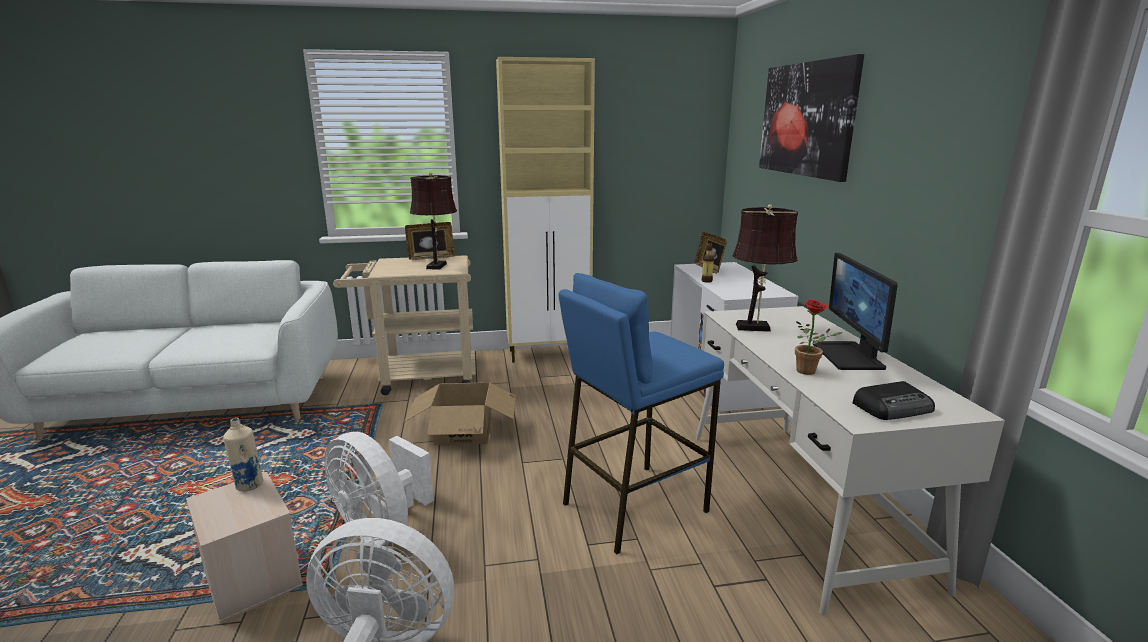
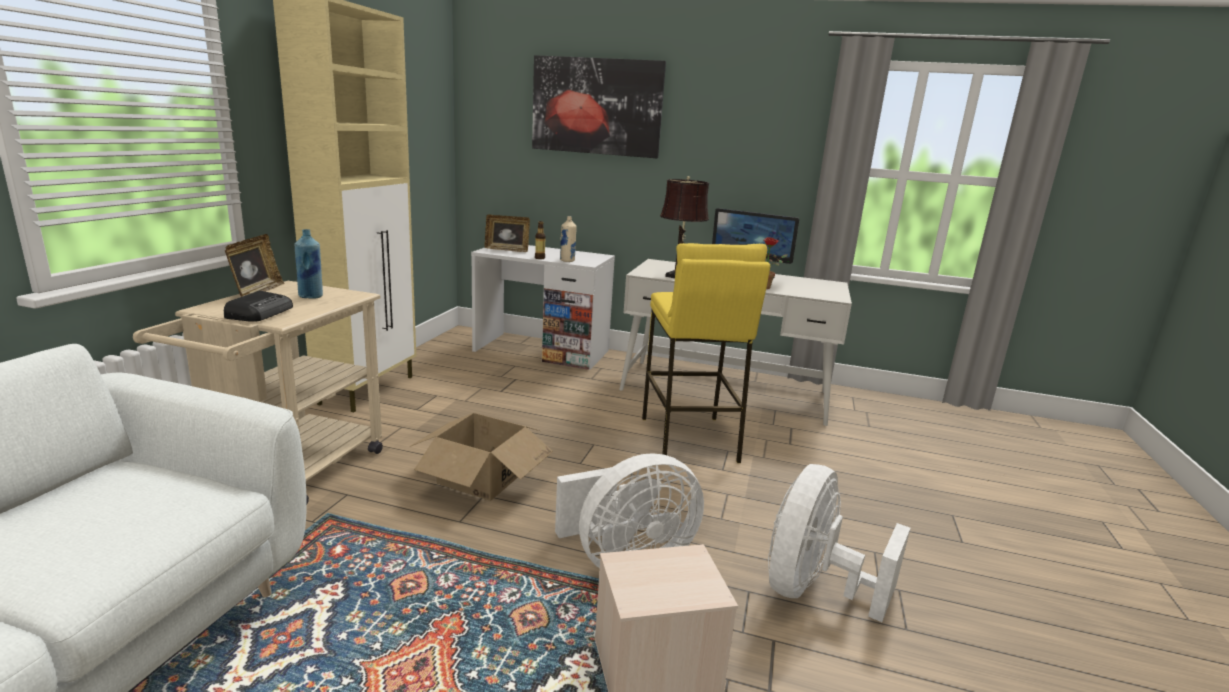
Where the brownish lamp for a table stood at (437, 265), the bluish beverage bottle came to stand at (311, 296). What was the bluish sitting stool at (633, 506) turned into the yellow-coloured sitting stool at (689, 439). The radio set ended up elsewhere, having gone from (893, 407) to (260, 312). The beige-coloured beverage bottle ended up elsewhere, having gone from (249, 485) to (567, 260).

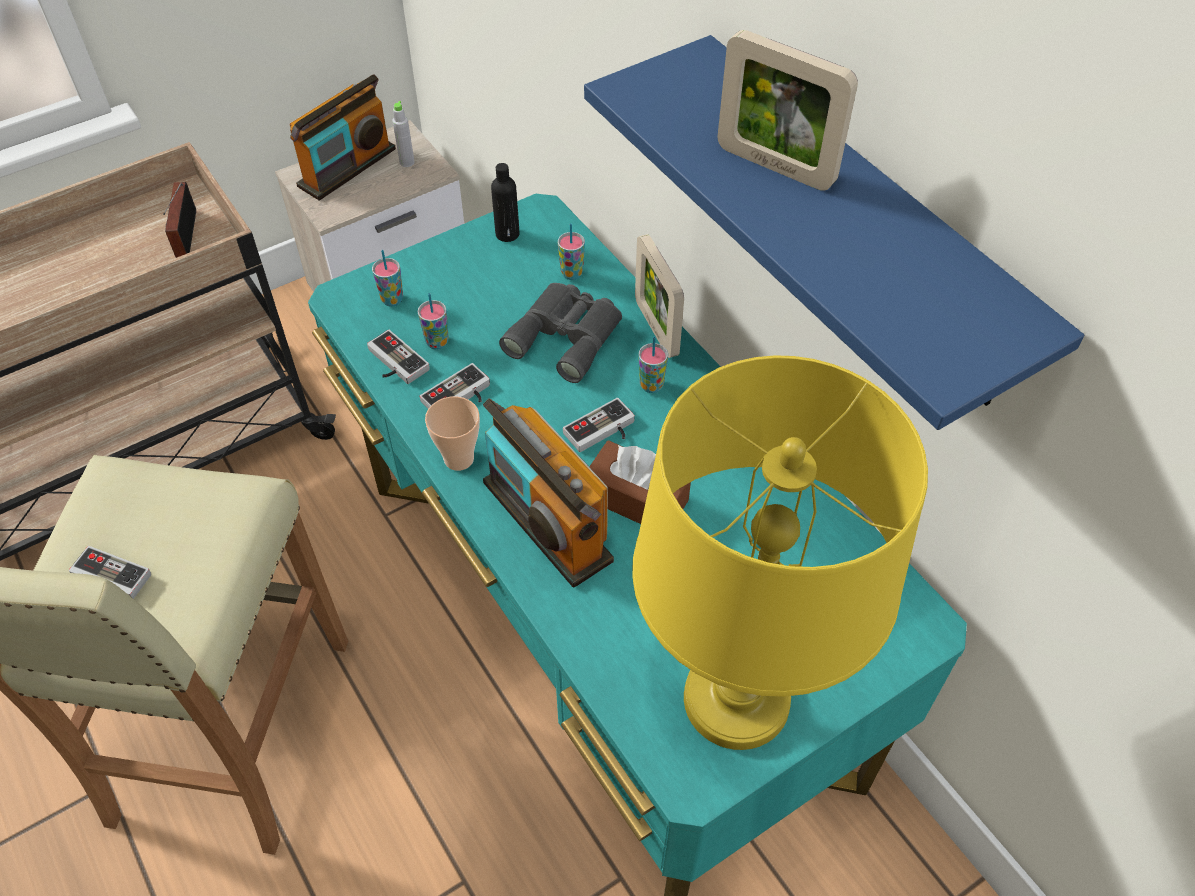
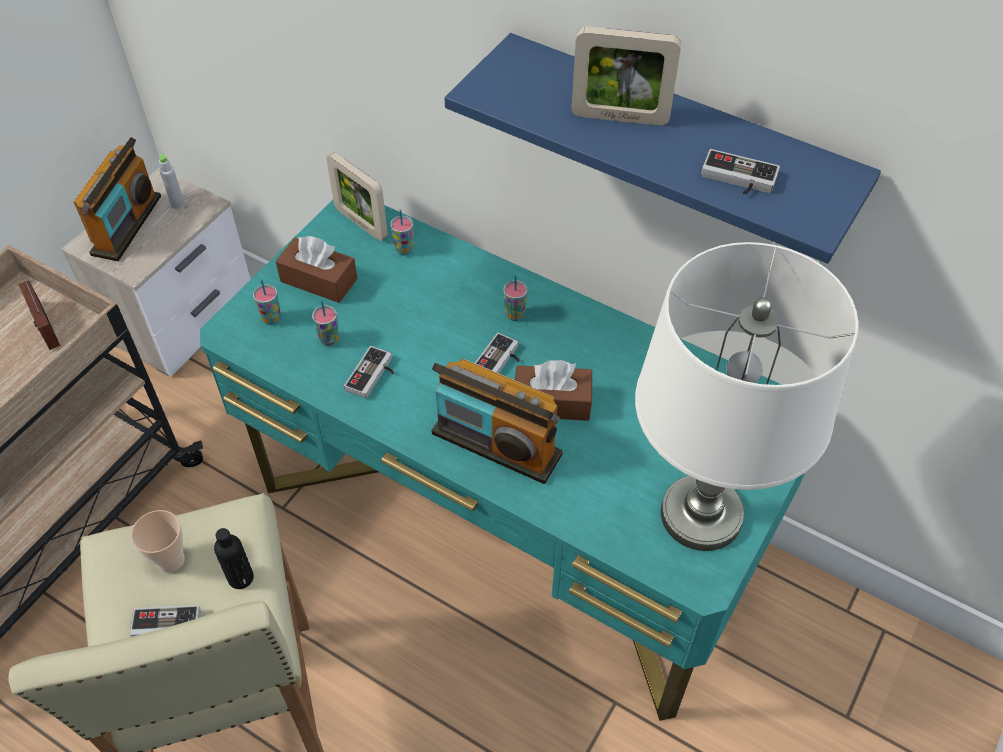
The black-coloured beverage bottle ended up elsewhere, having gone from (507, 234) to (241, 578). The standing frame ended up elsewhere, having gone from (656, 328) to (361, 223). The second view lost the gray pair of binoculars at (567, 335). The game controller ended up elsewhere, having gone from (393, 363) to (737, 180). What was the yellow-coloured lamp for a table at (736, 698) turned into the whitish lamp for a table at (700, 514). The small cup ended up elsewhere, having gone from (459, 459) to (171, 560). The second view gained the brownish box of tissues at (319, 280).

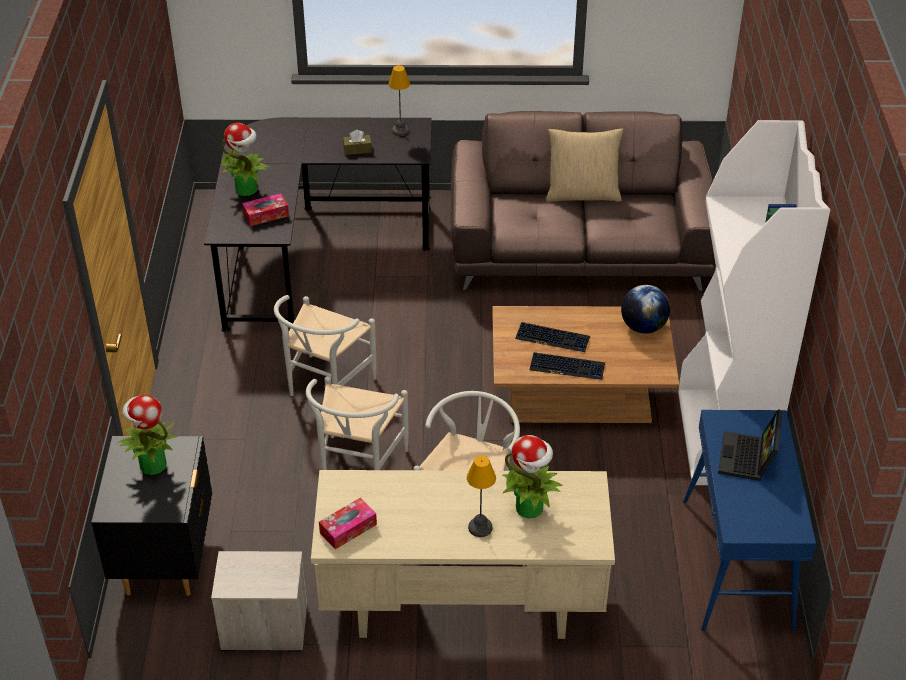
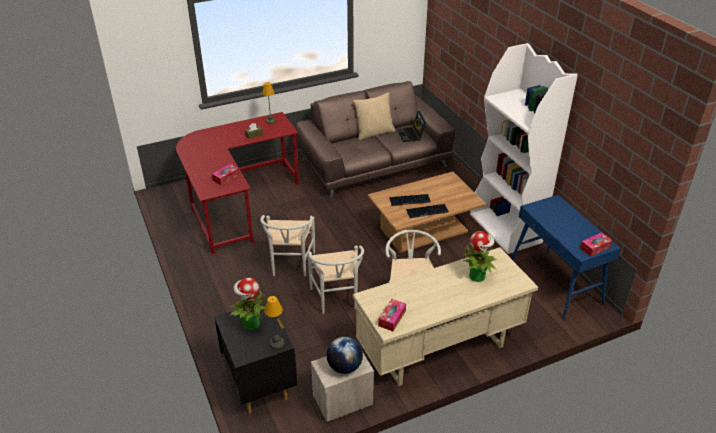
What was the black-coloured desk unit at (310, 252) turned into the red-coloured desk unit at (235, 202). The second view lost the houseplant at (247, 189). The globe ended up elsewhere, having gone from (643, 327) to (344, 367). The portable computer ended up elsewhere, having gone from (748, 459) to (412, 135). The lamp for a table ended up elsewhere, having gone from (480, 527) to (276, 343). The second view gained the box of tissues at (595, 248).

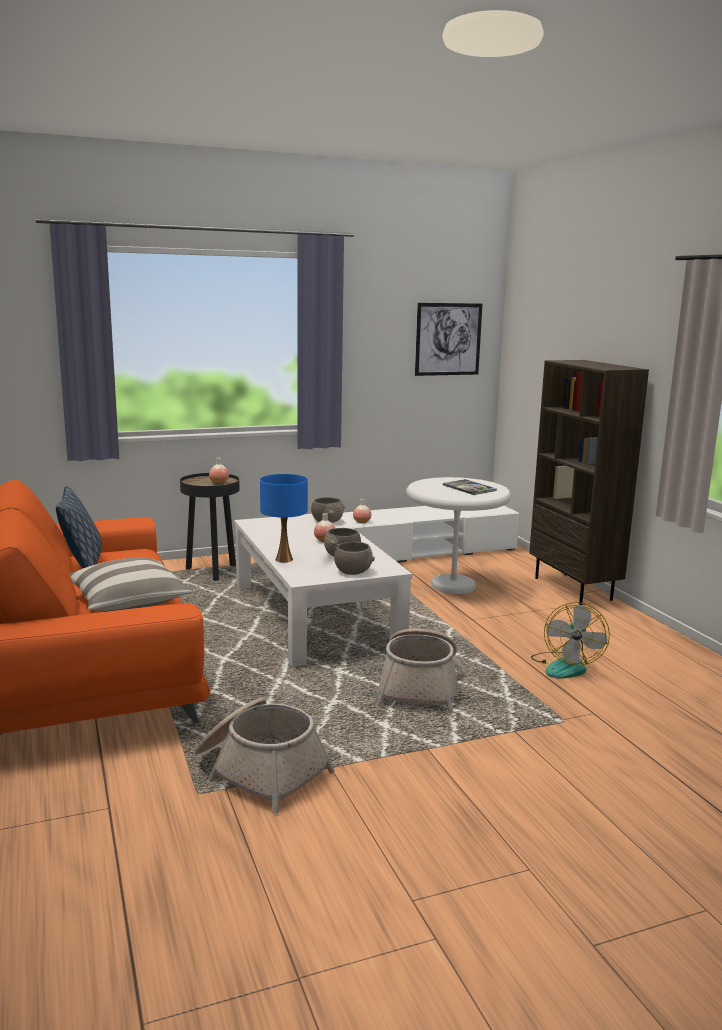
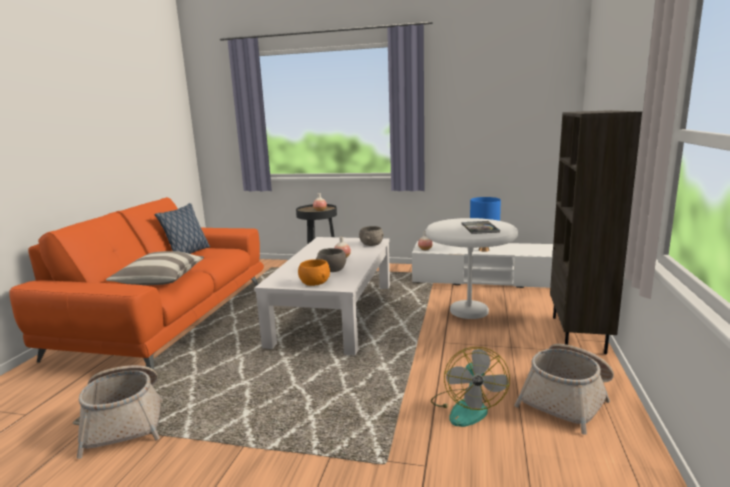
The second view lost the wall picture at (448, 339). The bluish lamp for a table ended up elsewhere, having gone from (284, 559) to (484, 250). What was the gray serving bowl at (353, 571) turned into the orange-coloured serving bowl at (315, 283). The electric fan at (566, 666) ended up facing another way, 45 degrees counterclockwise from before. The household basket ended up elsewhere, having gone from (419, 687) to (567, 399).

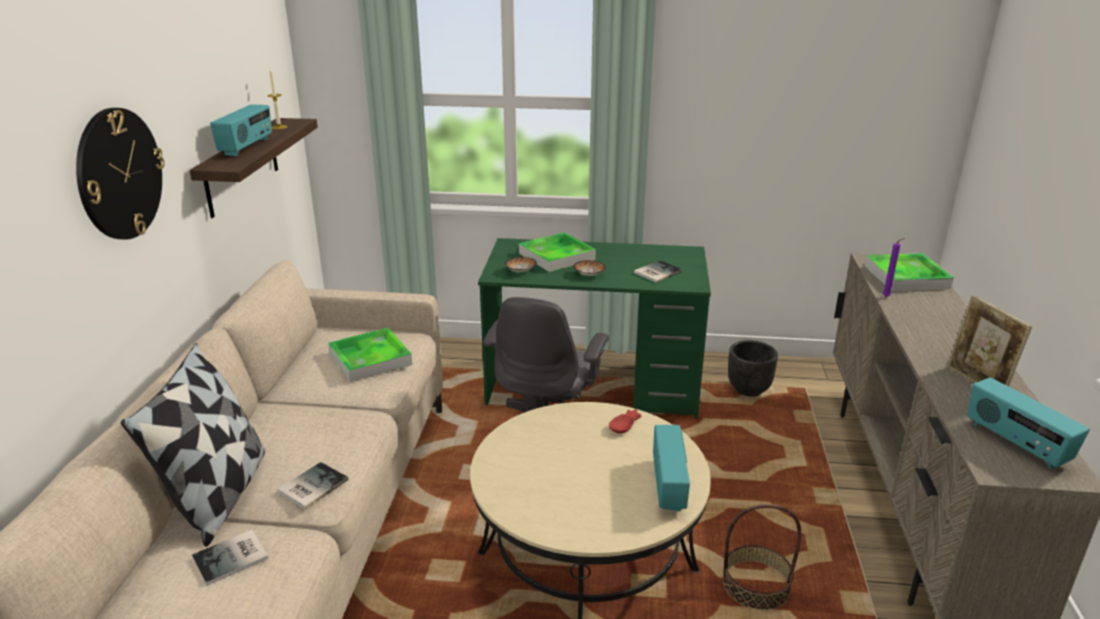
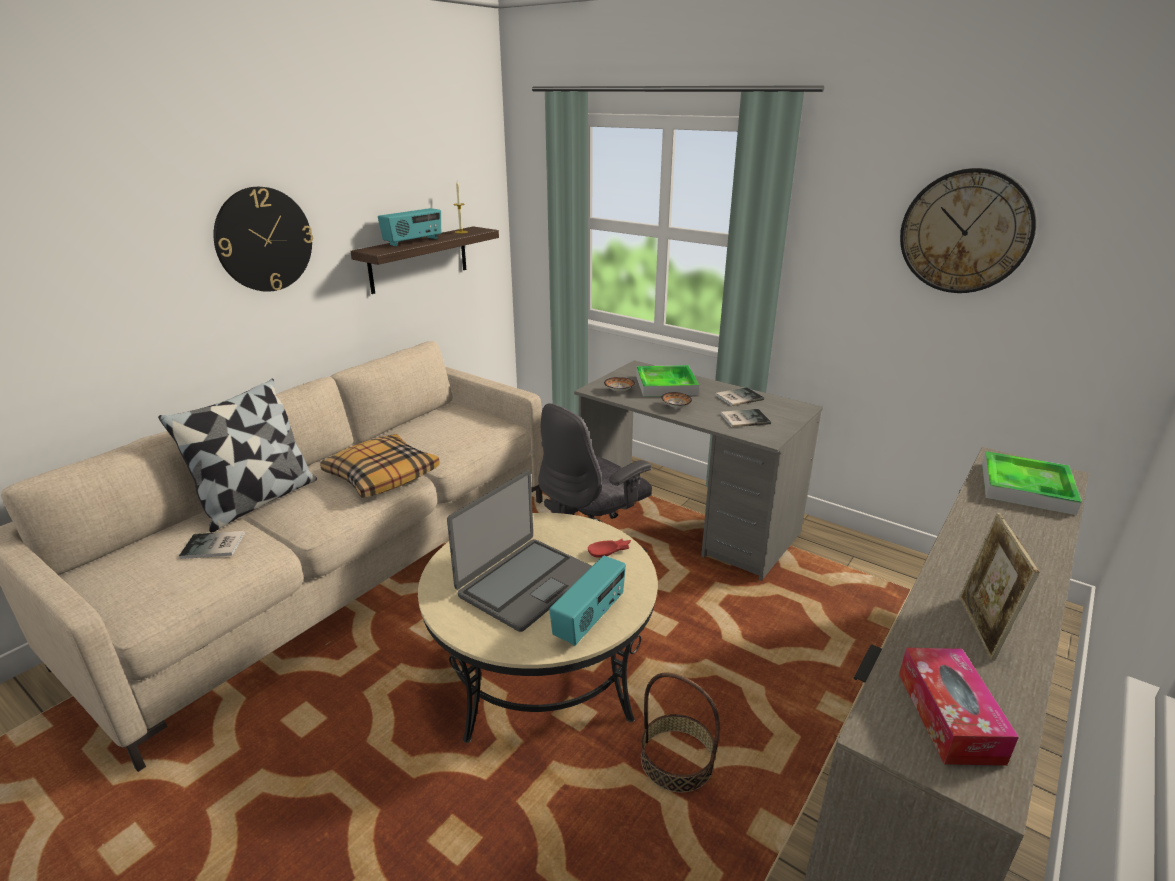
What was the greenish desk unit at (593, 386) turned into the gray desk unit at (687, 521). The second view lost the purplish wax candle at (887, 297). The second view lost the serving tray at (370, 359). The second view lost the black-coloured planter at (748, 390). Where the radio set stood at (1015, 443), the box of tissues came to stand at (949, 716). The volume ended up elsewhere, having gone from (311, 486) to (737, 397). The second view gained the hanging clock at (965, 232). The second view gained the throw pillow at (382, 475). The second view gained the portable computer at (525, 583).

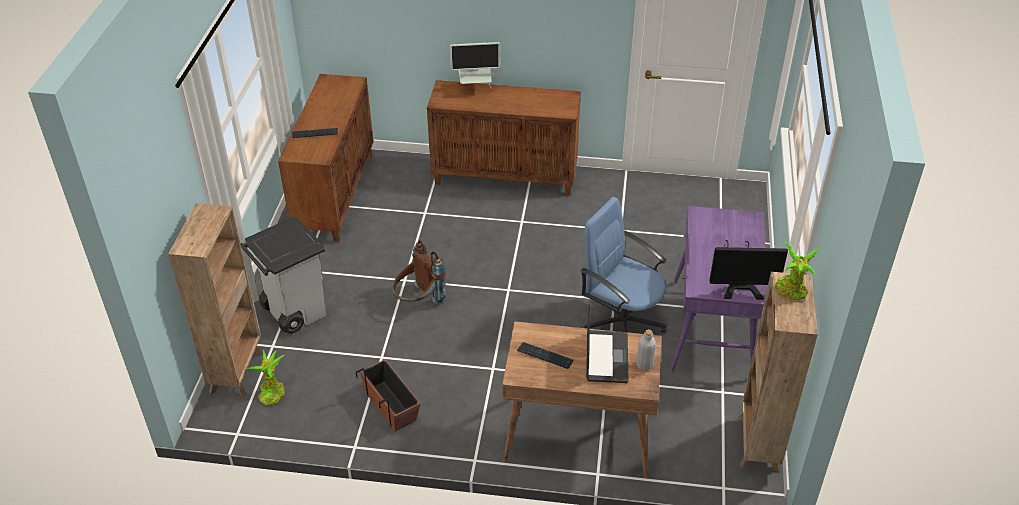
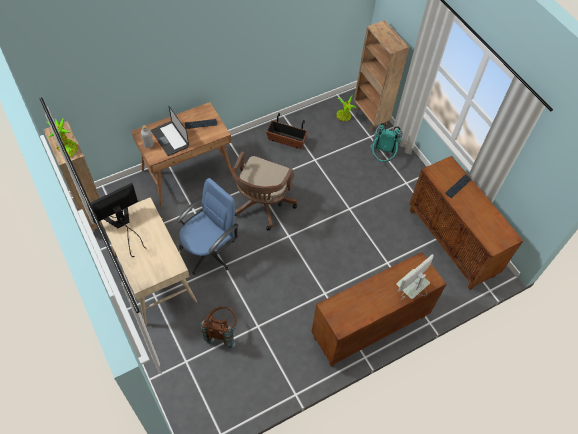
The bluish desk chair at (622, 322) ended up facing another way, 45 degrees counterclockwise from before. What was the purplish desk unit at (712, 329) turned into the beige-coloured desk unit at (153, 278). Where the gray rubbish bin stood at (293, 311), the turquoise-coloured knapsack came to stand at (382, 158). The brownish knapsack ended up elsewhere, having gone from (419, 302) to (221, 331). The second view gained the brownish desk chair at (262, 206).

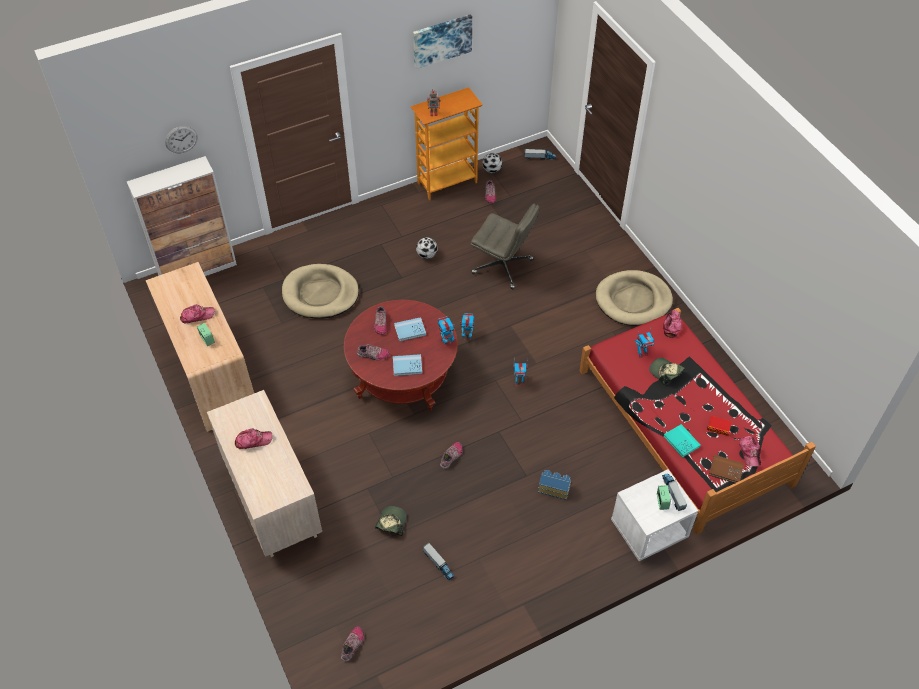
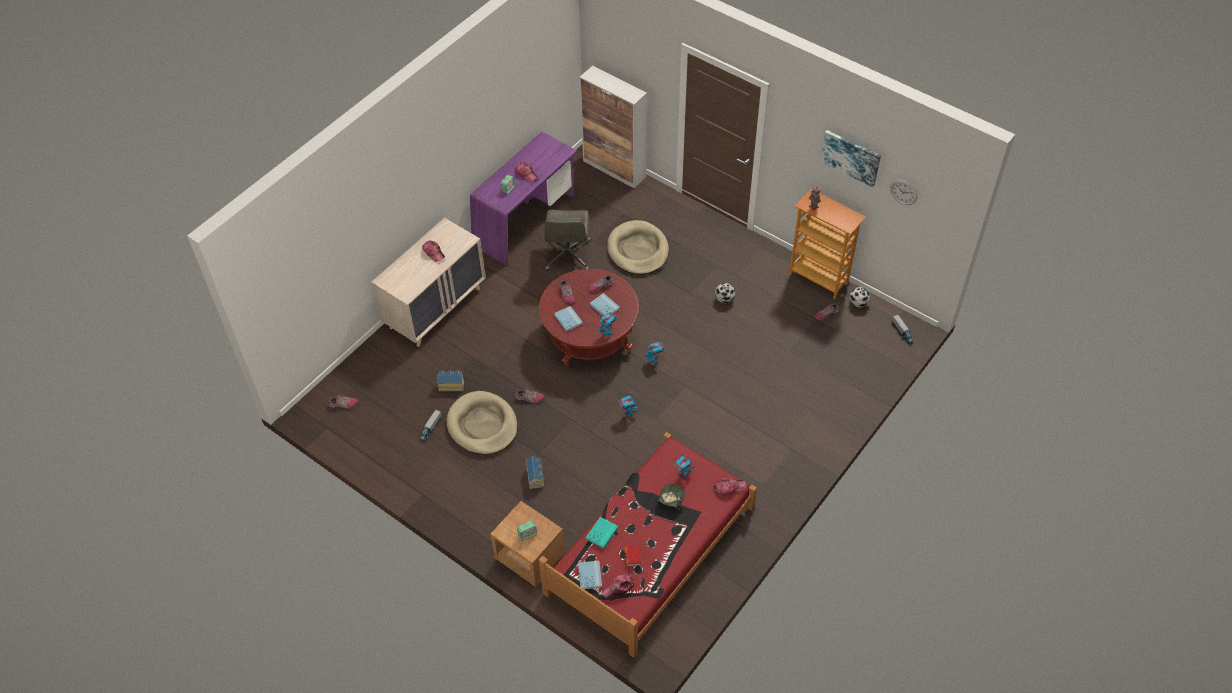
The hanging clock ended up elsewhere, having gone from (181, 139) to (903, 192). The gray desk chair ended up elsewhere, having gone from (503, 266) to (568, 256). What was the beige-coloured desk unit at (210, 370) turned into the purplish desk unit at (526, 221). The beige-coloured pet bed ended up elsewhere, having gone from (633, 300) to (482, 425). What was the brownish volume at (726, 470) turned into the bluish volume at (590, 576). What was the whitish nightstand at (648, 530) turned into the brownish nightstand at (529, 557). The second view lost the model truck at (673, 493). Where the baseball cap stood at (391, 523), the miniature house came to stand at (451, 385).

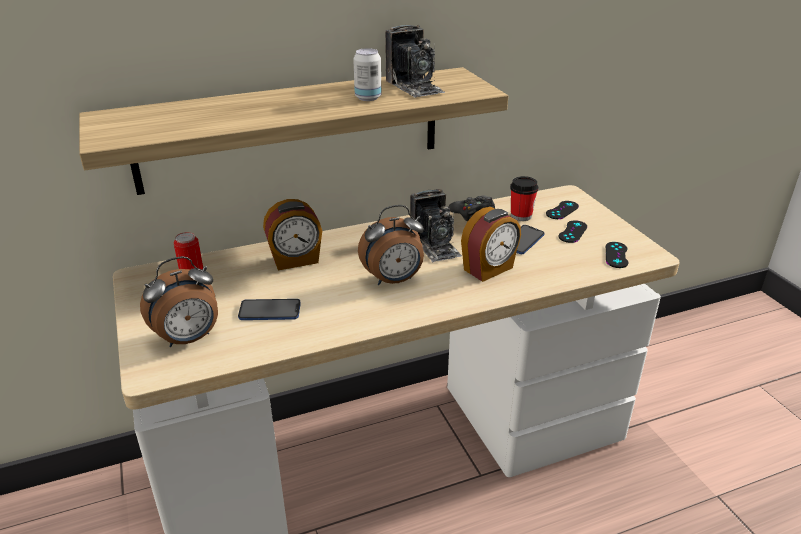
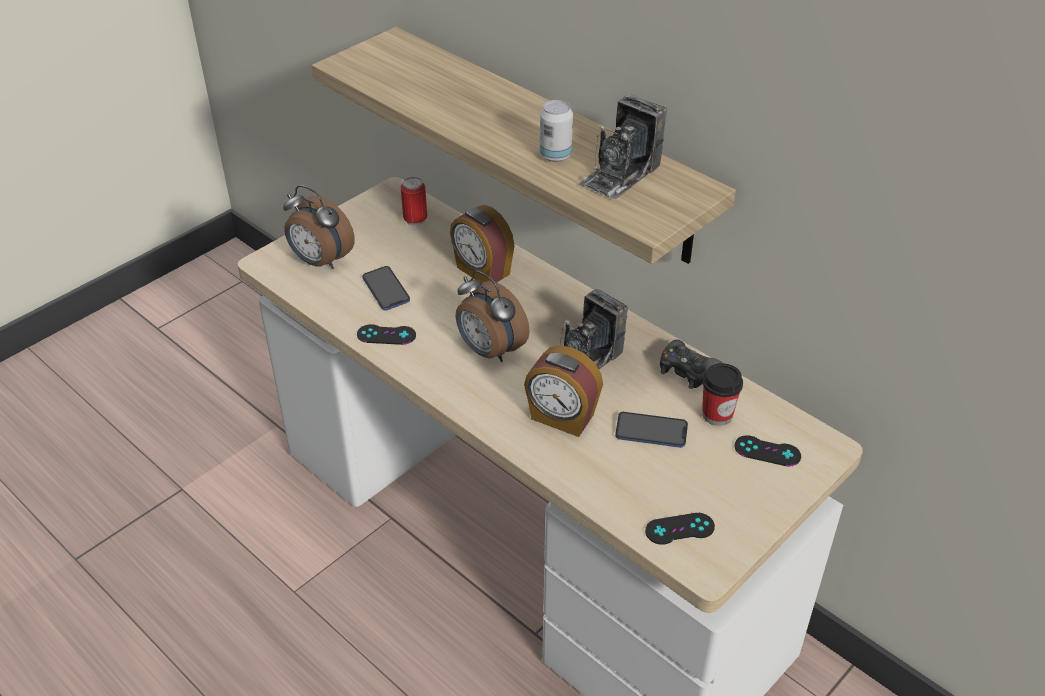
The black-coloured game controller ended up elsewhere, having gone from (572, 232) to (386, 335).

